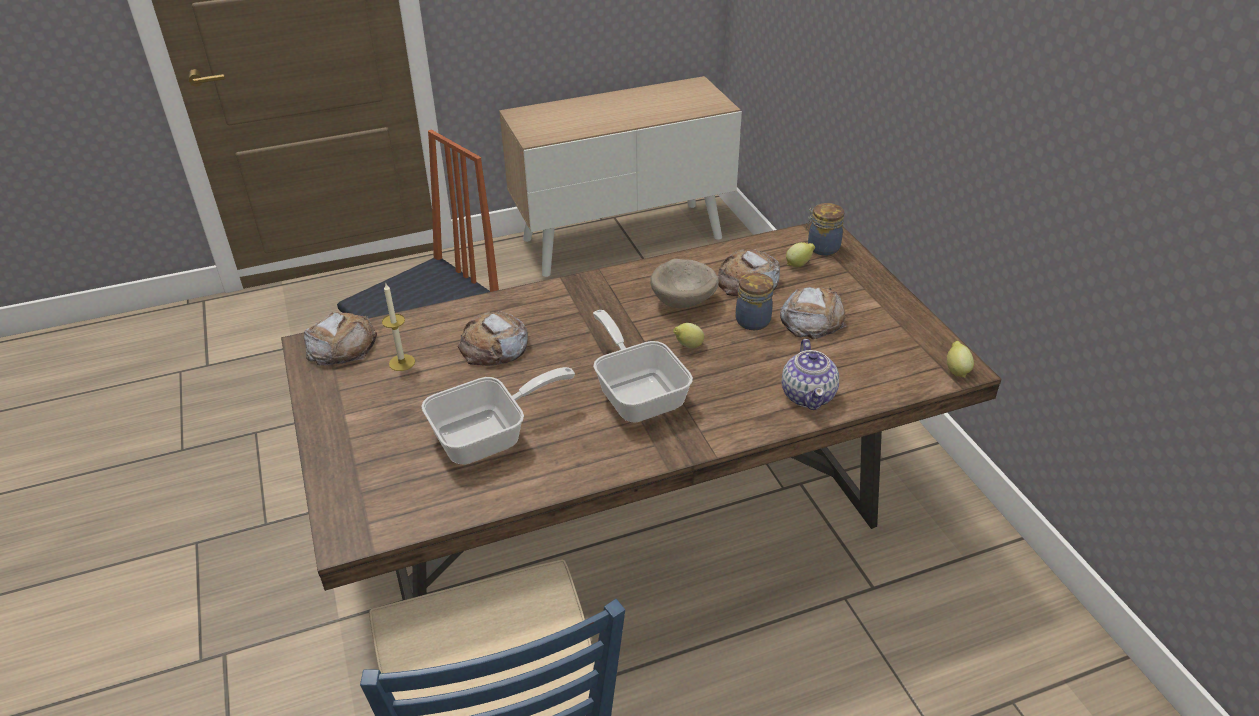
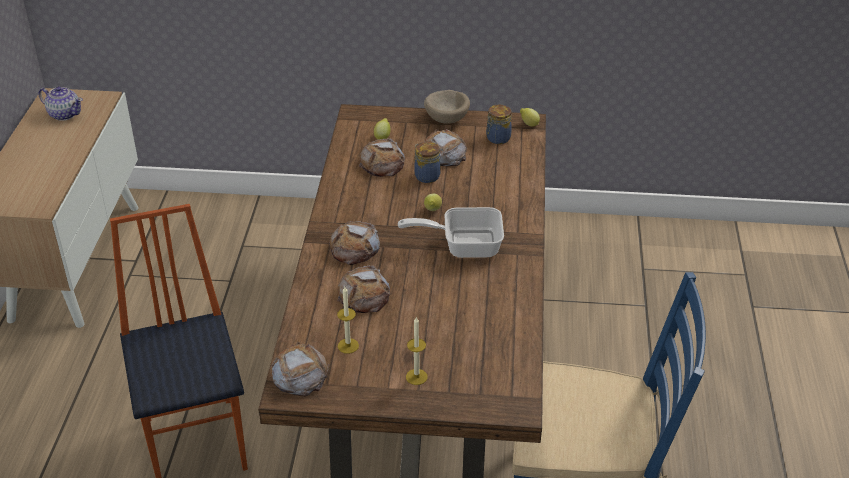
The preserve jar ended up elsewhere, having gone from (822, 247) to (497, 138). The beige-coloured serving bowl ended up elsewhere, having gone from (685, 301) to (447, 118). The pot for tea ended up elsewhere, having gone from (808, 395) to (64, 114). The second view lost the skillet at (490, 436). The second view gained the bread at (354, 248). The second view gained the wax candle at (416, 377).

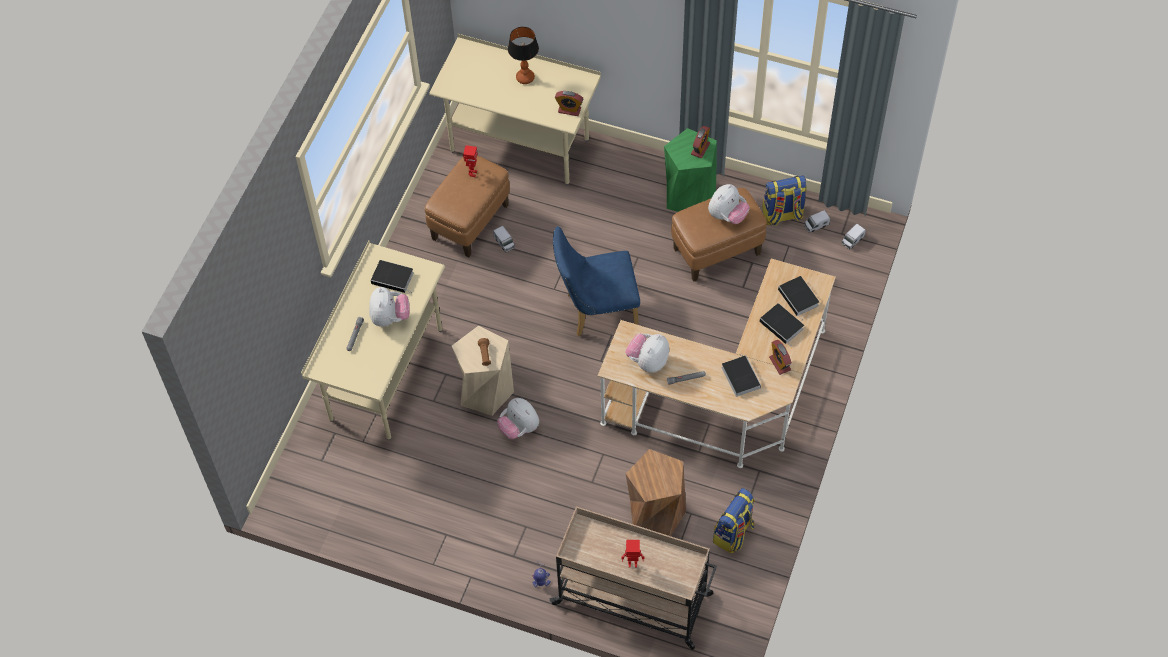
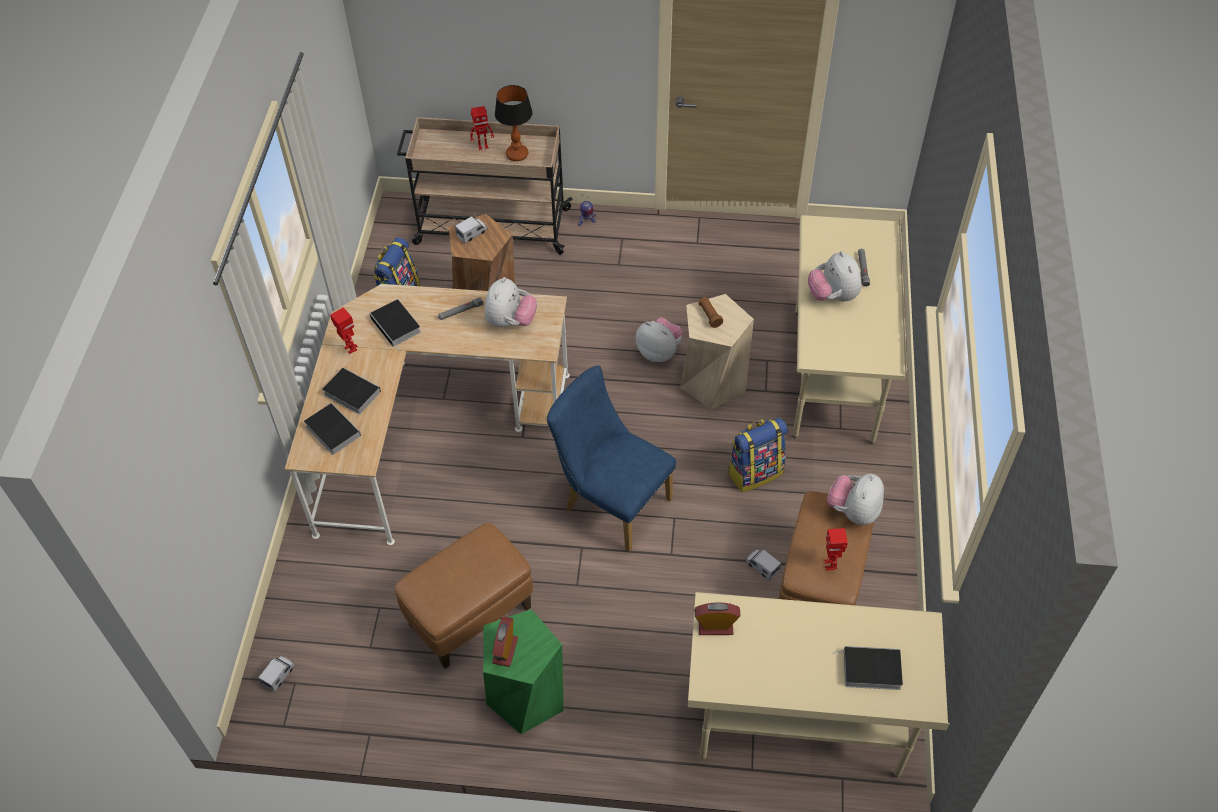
The lamp for a table ended up elsewhere, having gone from (525, 77) to (517, 155). The knapsack ended up elsewhere, having gone from (782, 215) to (755, 472). The plush toy ended up elsewhere, having gone from (727, 216) to (853, 511). The model truck ended up elsewhere, having gone from (816, 225) to (472, 233). The bluish plain chair at (596, 310) ended up facing another way, 120 degrees counterclockwise from before. The volume ended up elsewhere, having gone from (394, 278) to (869, 670). Where the alarm clock stood at (780, 363), the robot figure came to stand at (350, 349).

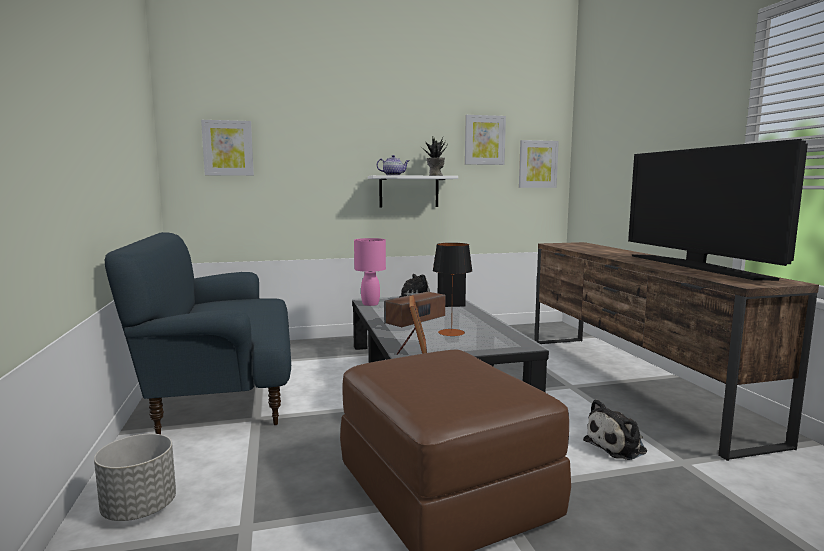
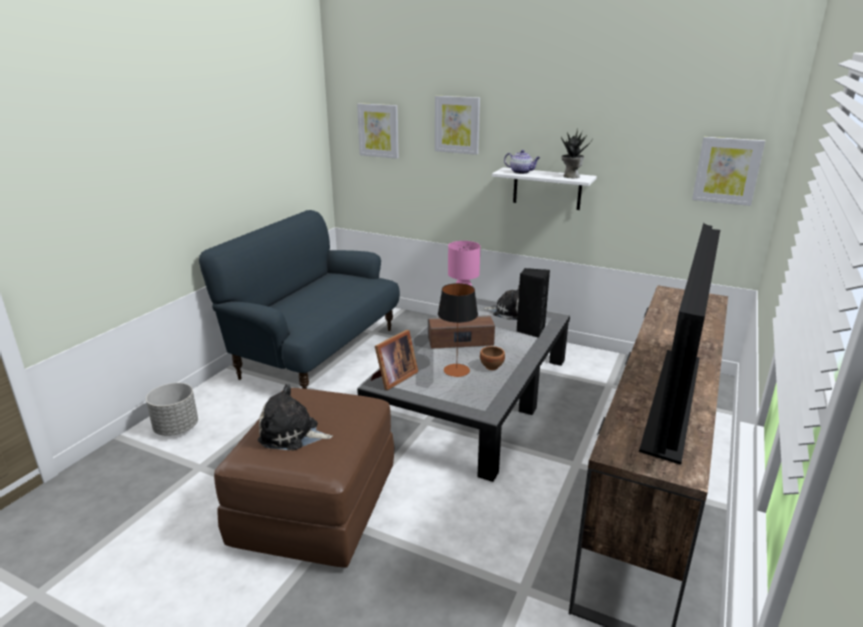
The wall picture ended up elsewhere, having gone from (484, 140) to (457, 124). The plush toy ended up elsewhere, having gone from (618, 446) to (292, 434). The second view gained the brownish serving bowl at (492, 366).

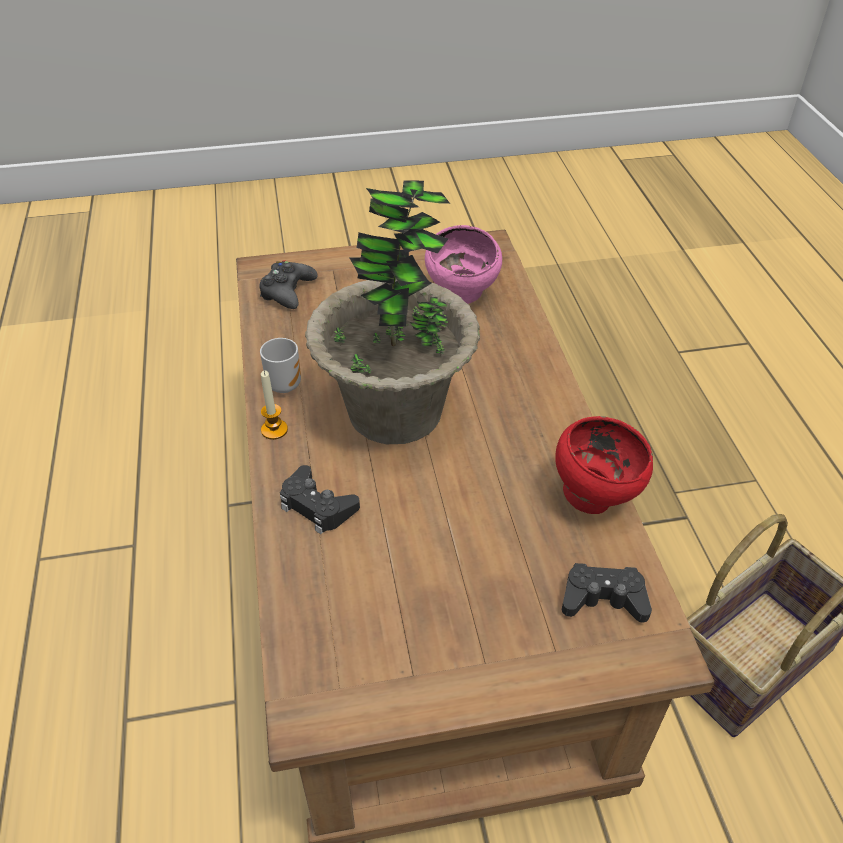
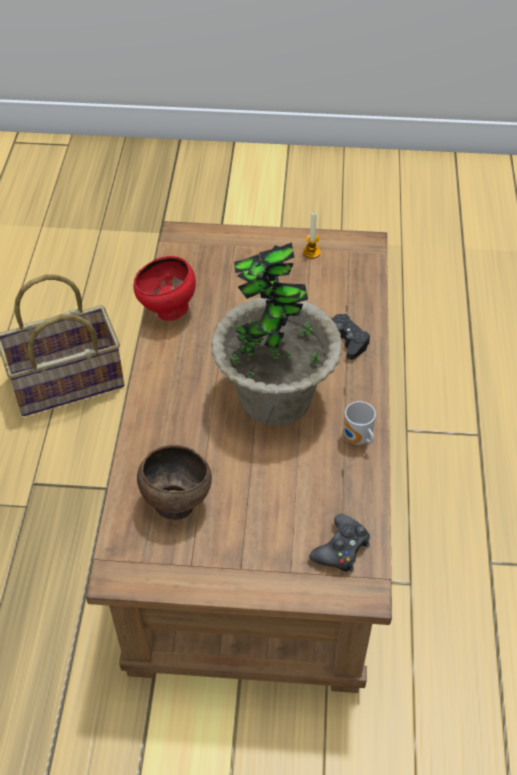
What was the pinkish serving bowl at (463, 297) turned into the brownish serving bowl at (175, 503). The wax candle ended up elsewhere, having gone from (274, 430) to (311, 252). The second view lost the black-coloured game controller at (603, 599).

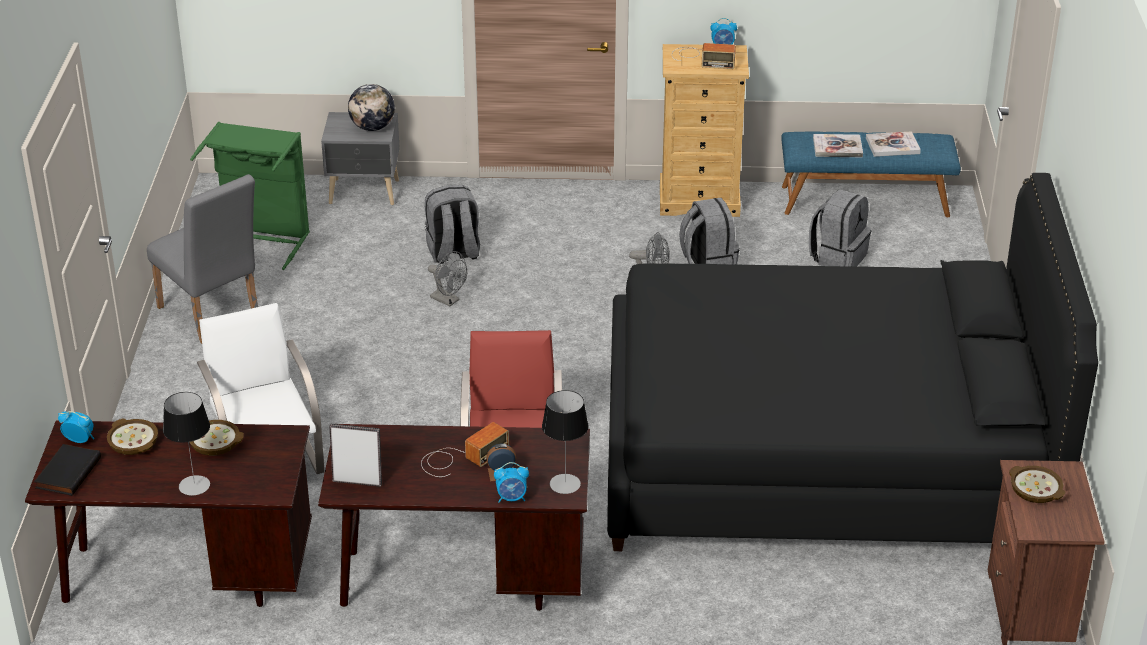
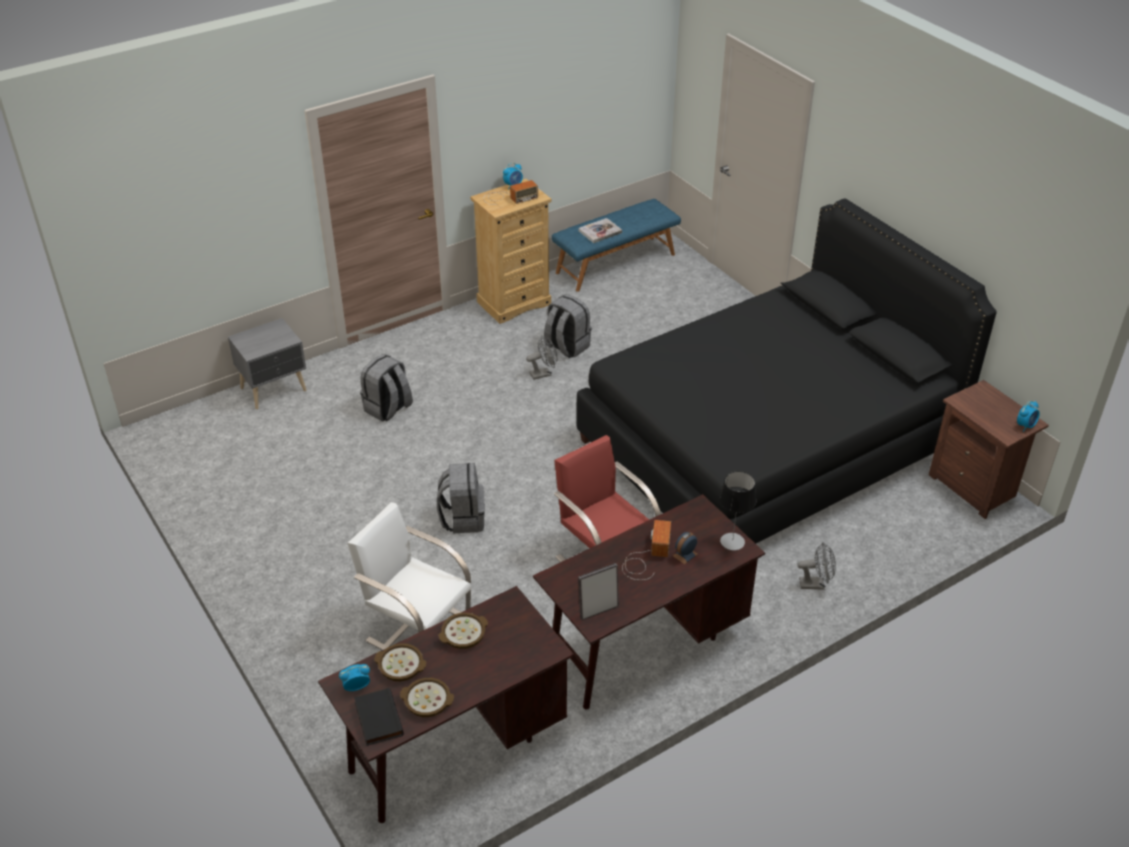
The second view lost the globe at (372, 127). The second view lost the greenish washing basket at (261, 240). The second view lost the volume at (892, 146). The second view lost the gray plain chair at (212, 316). The gray knapsack ended up elsewhere, having gone from (838, 257) to (463, 518). The gray electric fan ended up elsewhere, having gone from (448, 300) to (815, 584). The second view lost the lamp for a table at (194, 485). The alarm clock ended up elsewhere, having gone from (512, 498) to (1025, 426). The serving bowl ended up elsewhere, having gone from (1035, 489) to (427, 701).

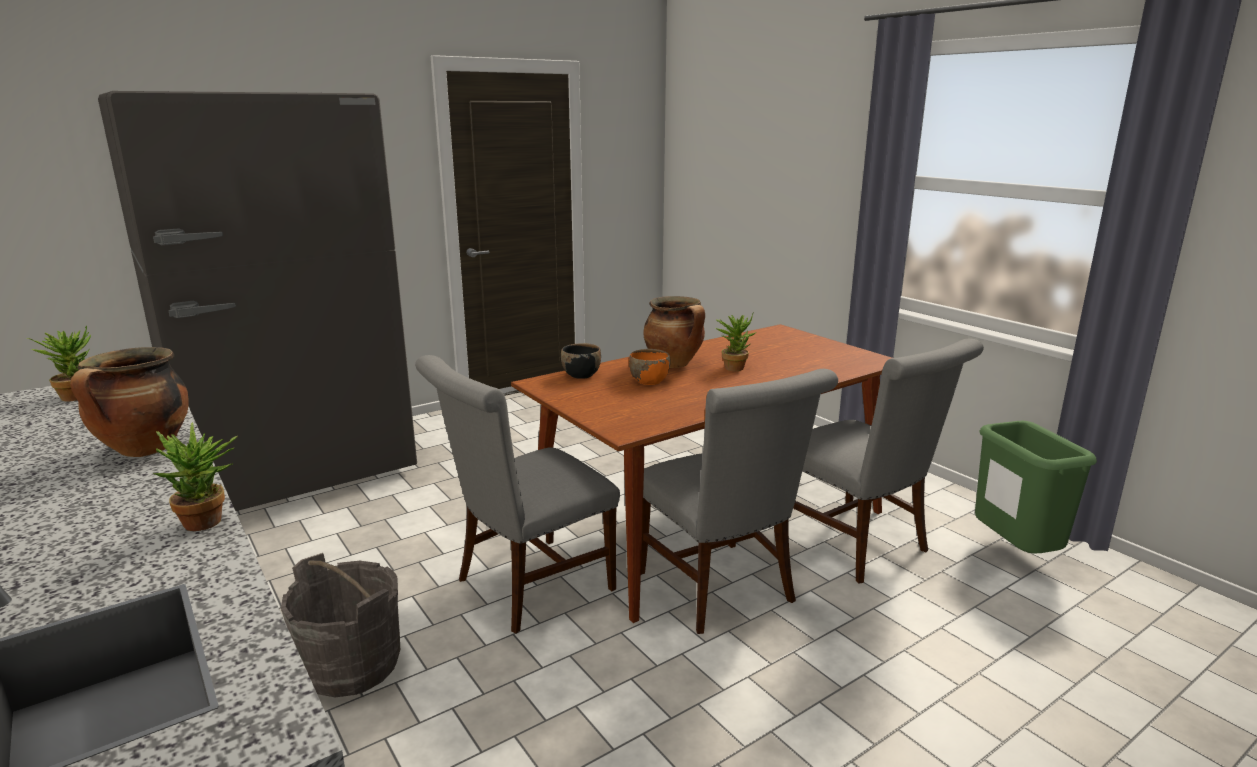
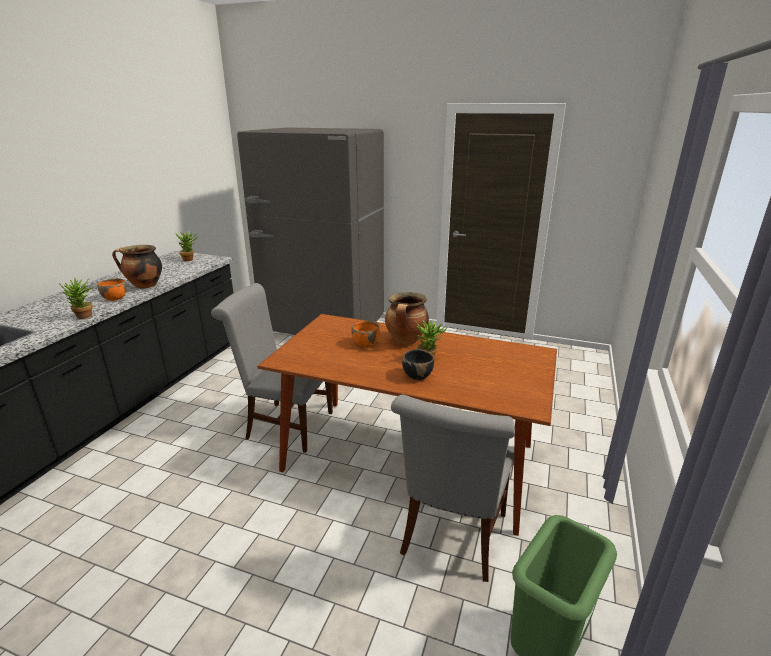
The black-coloured serving bowl ended up elsewhere, having gone from (581, 374) to (417, 375). The second view lost the gray plain chair at (721, 591). The second view lost the gray water bucket at (351, 666). The second view gained the orange-coloured serving bowl at (115, 298).

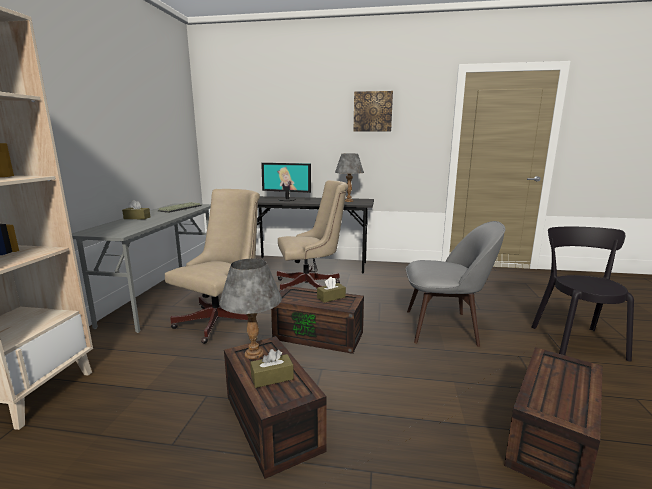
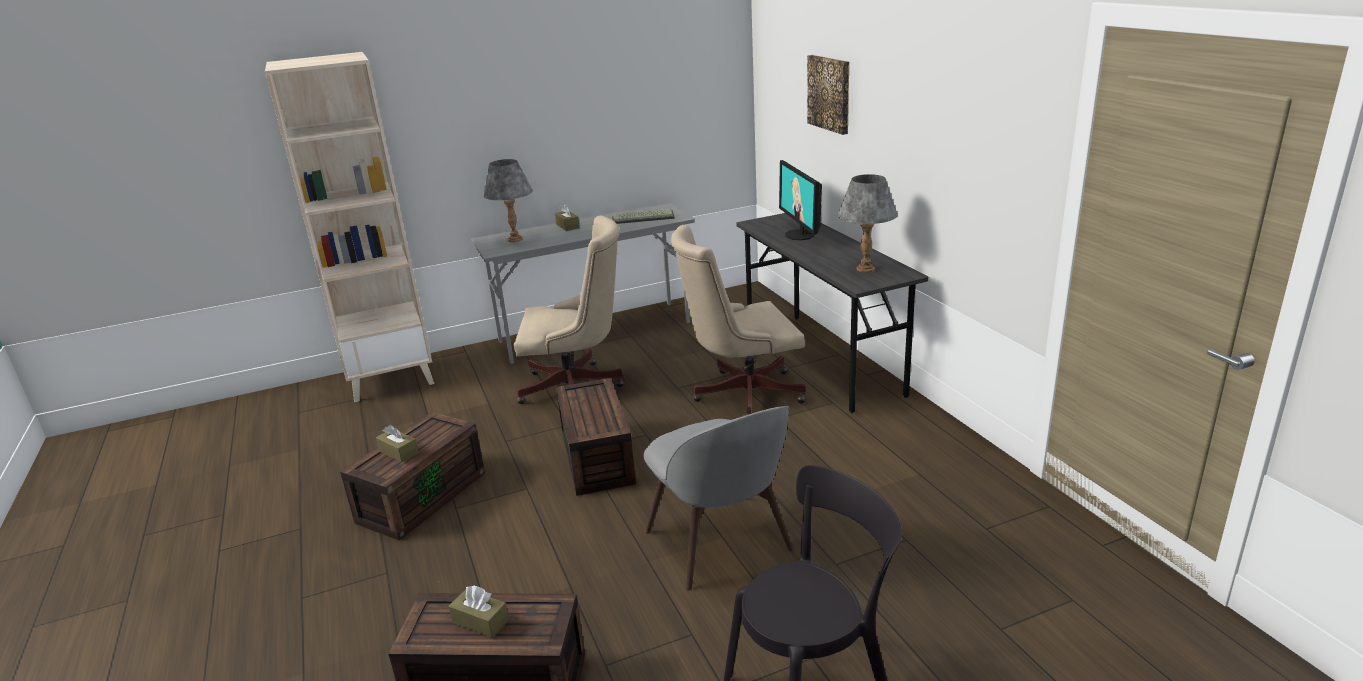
The wall picture ended up elsewhere, having gone from (372, 111) to (830, 93). The beige-coloured desk chair at (311, 285) ended up facing another way, 120 degrees clockwise from before. The gray lamp for a table ended up elsewhere, having gone from (254, 354) to (515, 239). The brownish box of tissues ended up elsewhere, having gone from (331, 297) to (480, 621).

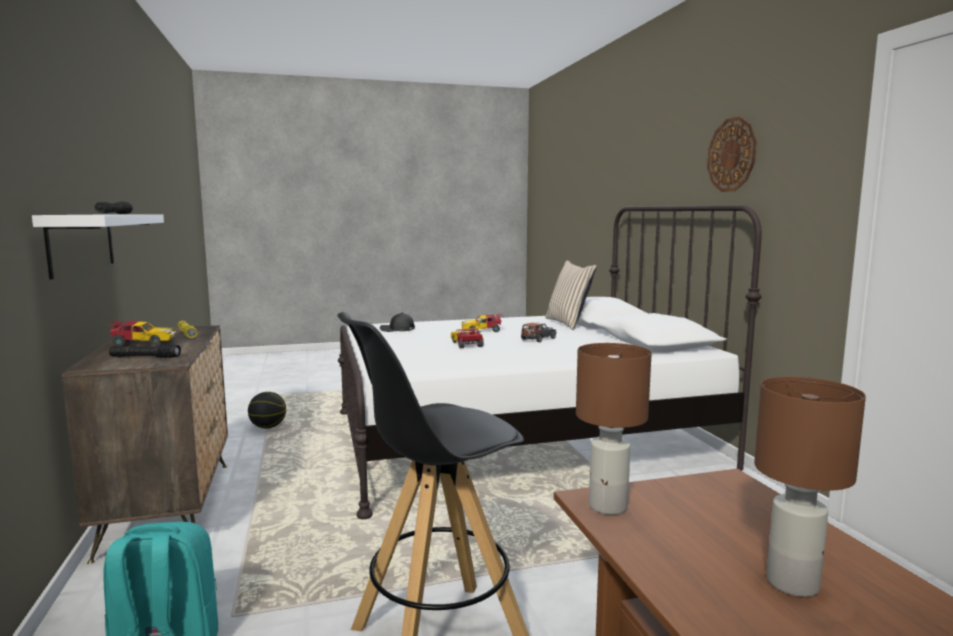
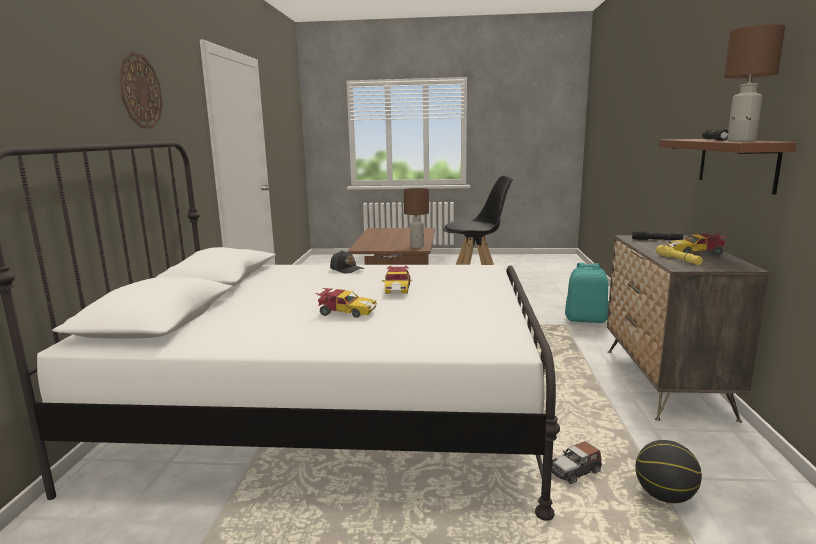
What was the whitish wall shelf at (82, 242) turned into the brownish wall shelf at (736, 163). The second view lost the beige-coloured throw pillow at (568, 323). The black-coloured baseball cap ended up elsewhere, having gone from (397, 330) to (347, 269). The model car ended up elsewhere, having gone from (538, 339) to (575, 471). The brownish lamp for a table ended up elsewhere, having gone from (790, 583) to (742, 141).

